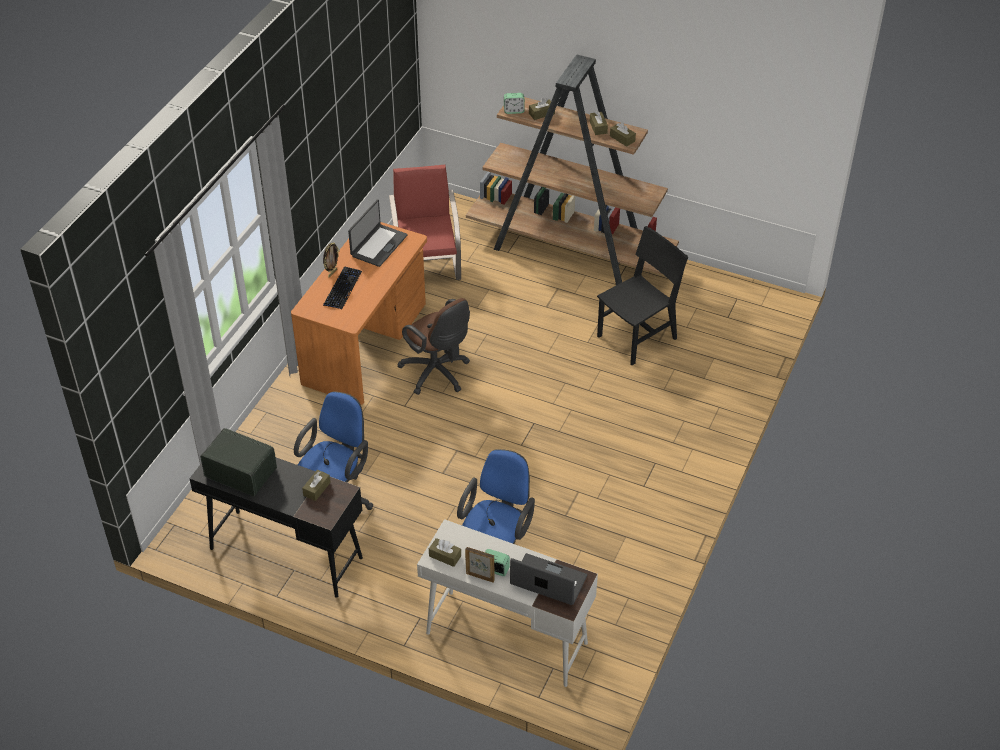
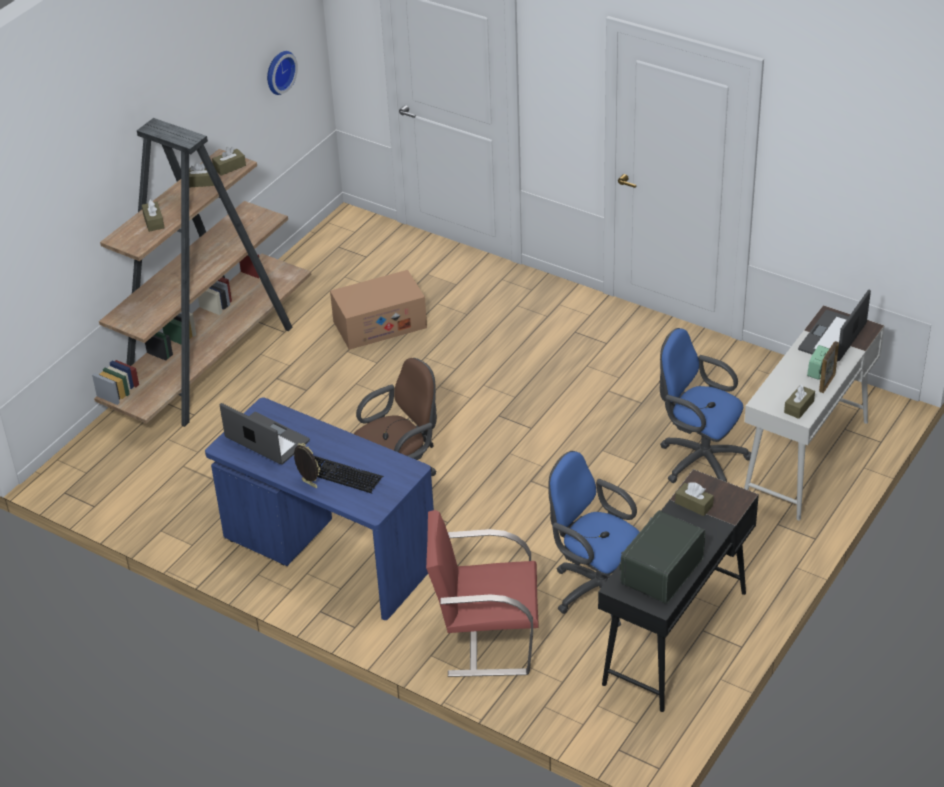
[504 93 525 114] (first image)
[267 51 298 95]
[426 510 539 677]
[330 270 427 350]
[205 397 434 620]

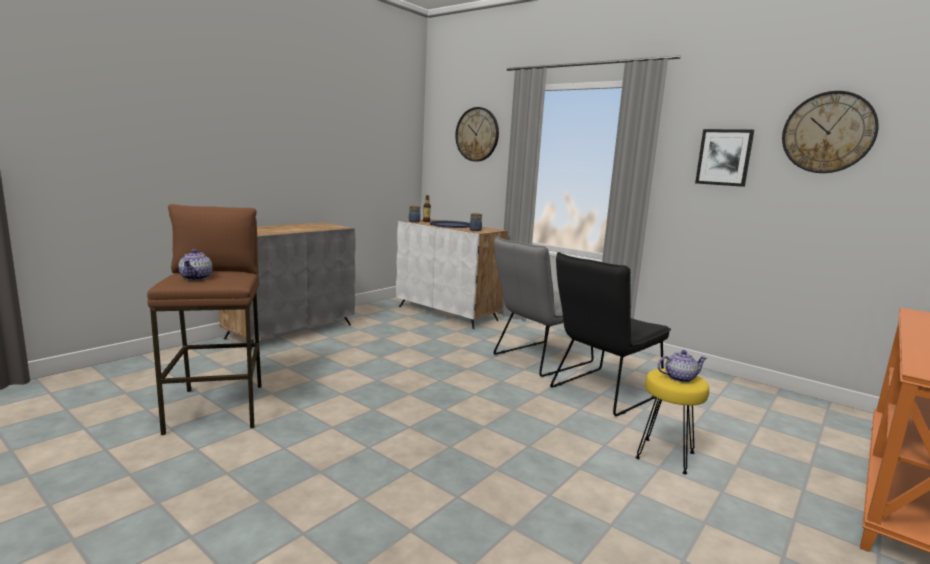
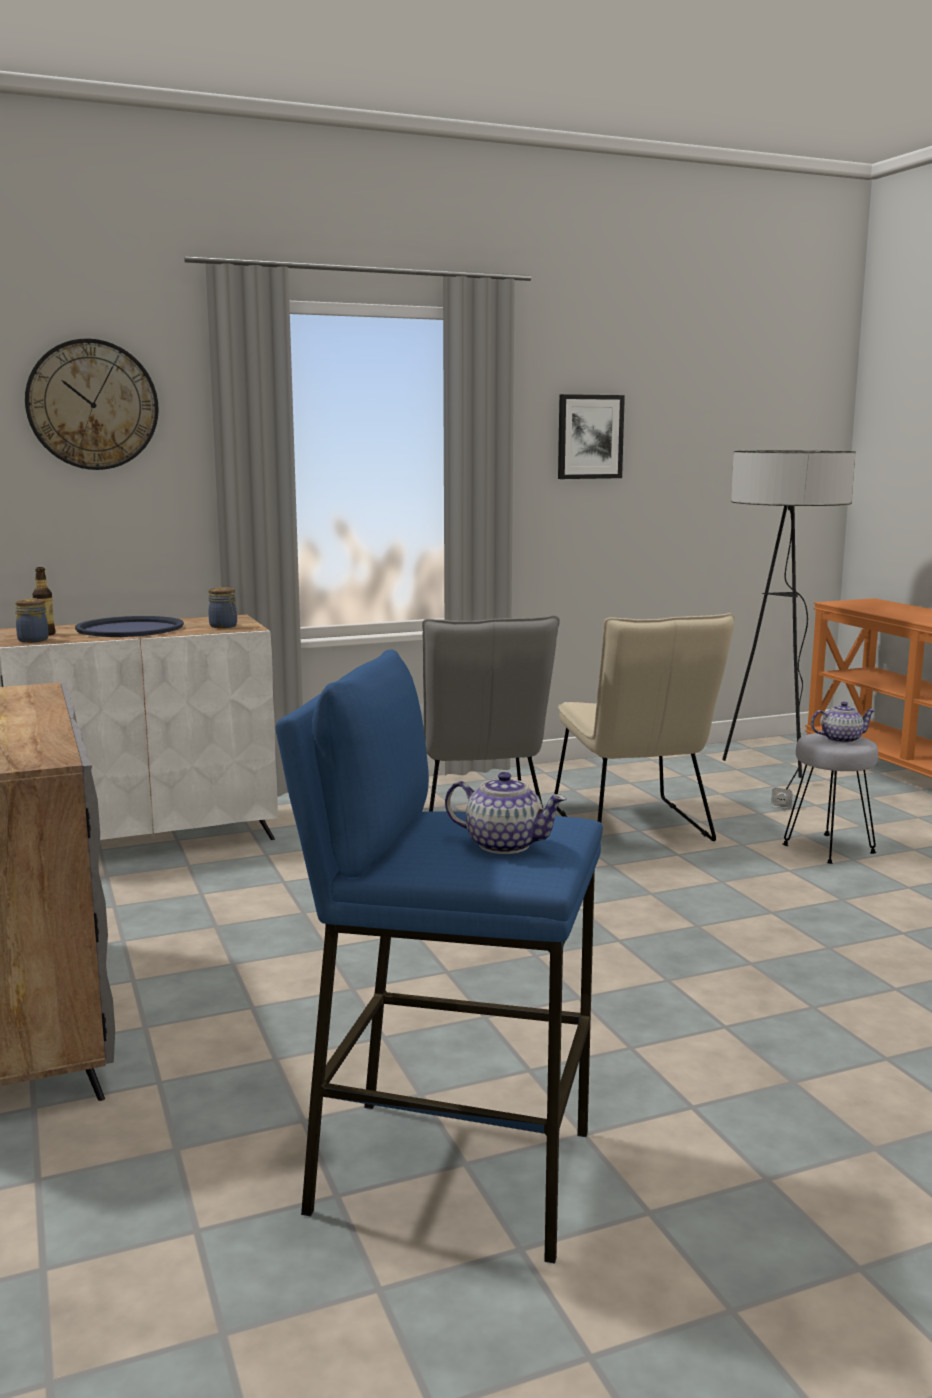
[782 91 879 173] (first image)
[722 450 856 808]
[276 650 603 1264]
[554 613 735 841]
[783 733 878 864]
[811 701 876 743]

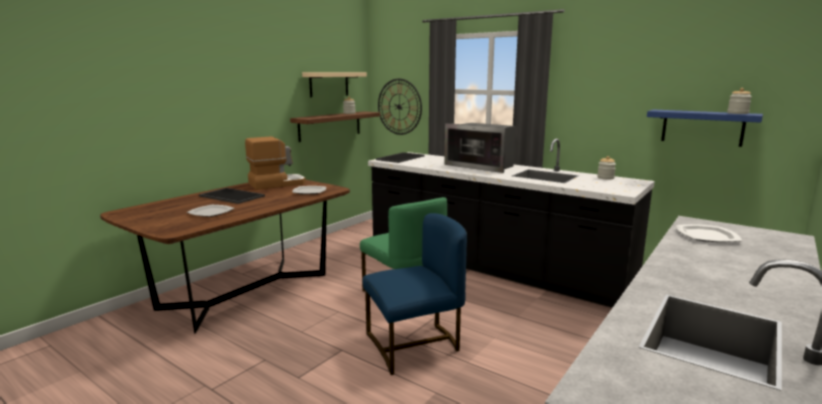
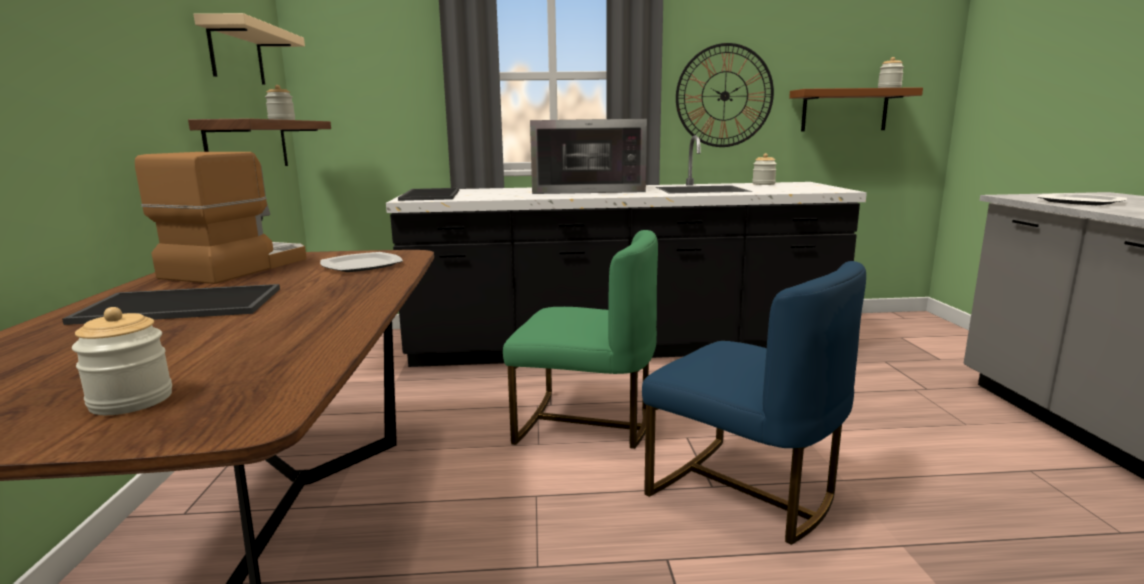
[187 205 234 217] (first image)
[72 307 172 415]
[676 43 774 147]
[789 87 923 131]
[642 261 866 545]

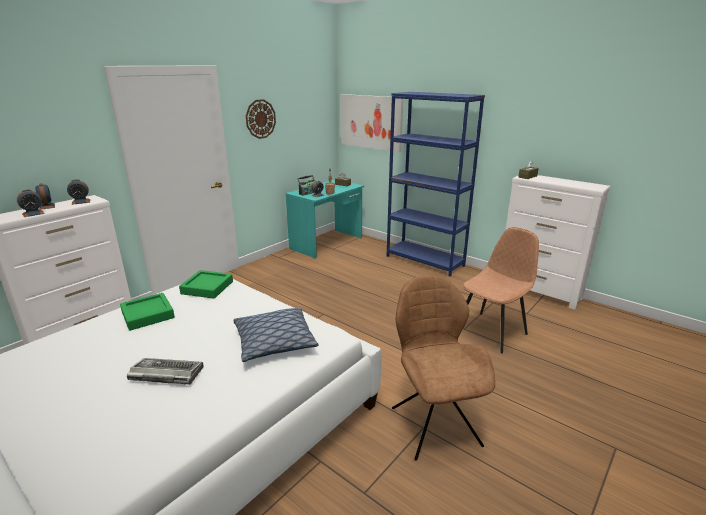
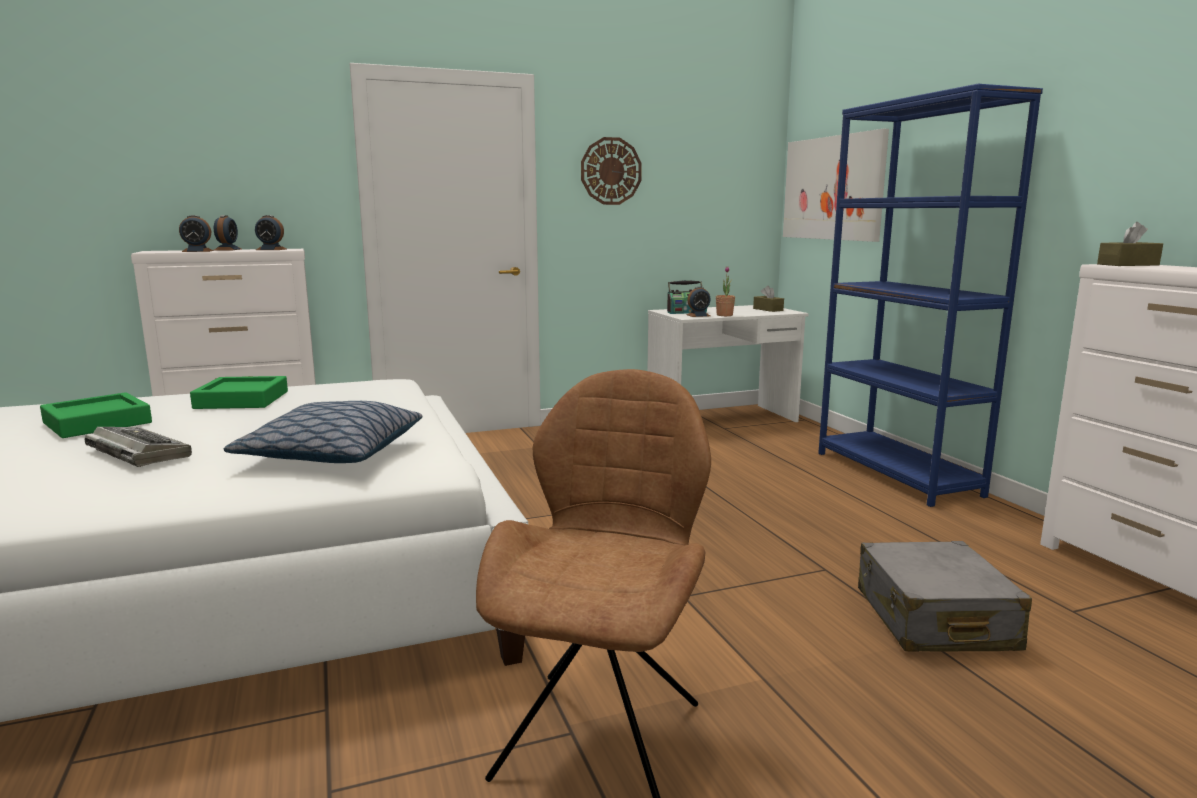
[40 392 152 438]
[858 541 1032 652]
[647 305 809 422]

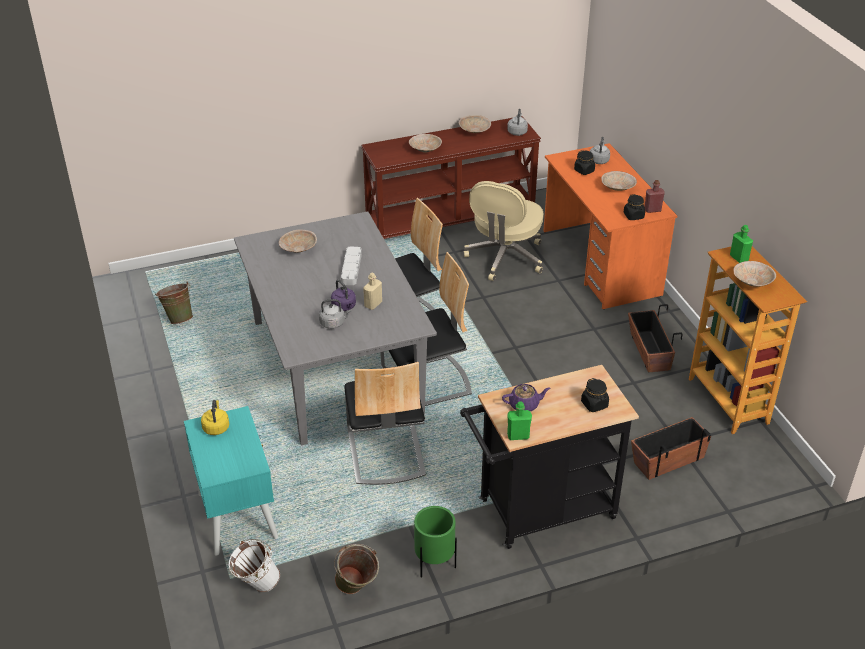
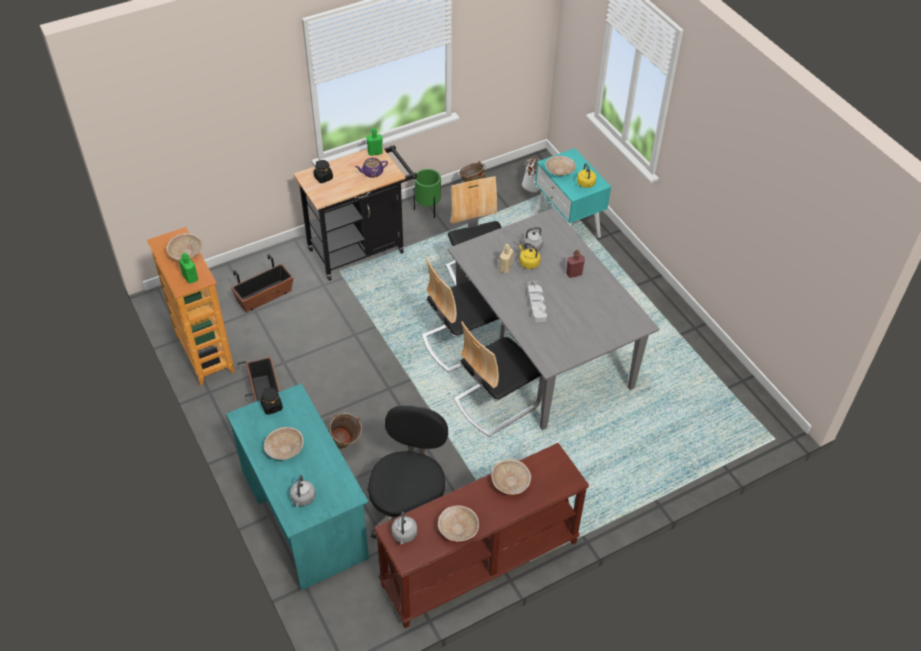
[574 150 595 175] (first image)
[327 412 362 449]
[545 156 576 176]
[566 250 585 278]
[519 243 540 269]
[367 405 448 539]
[226 384 369 590]

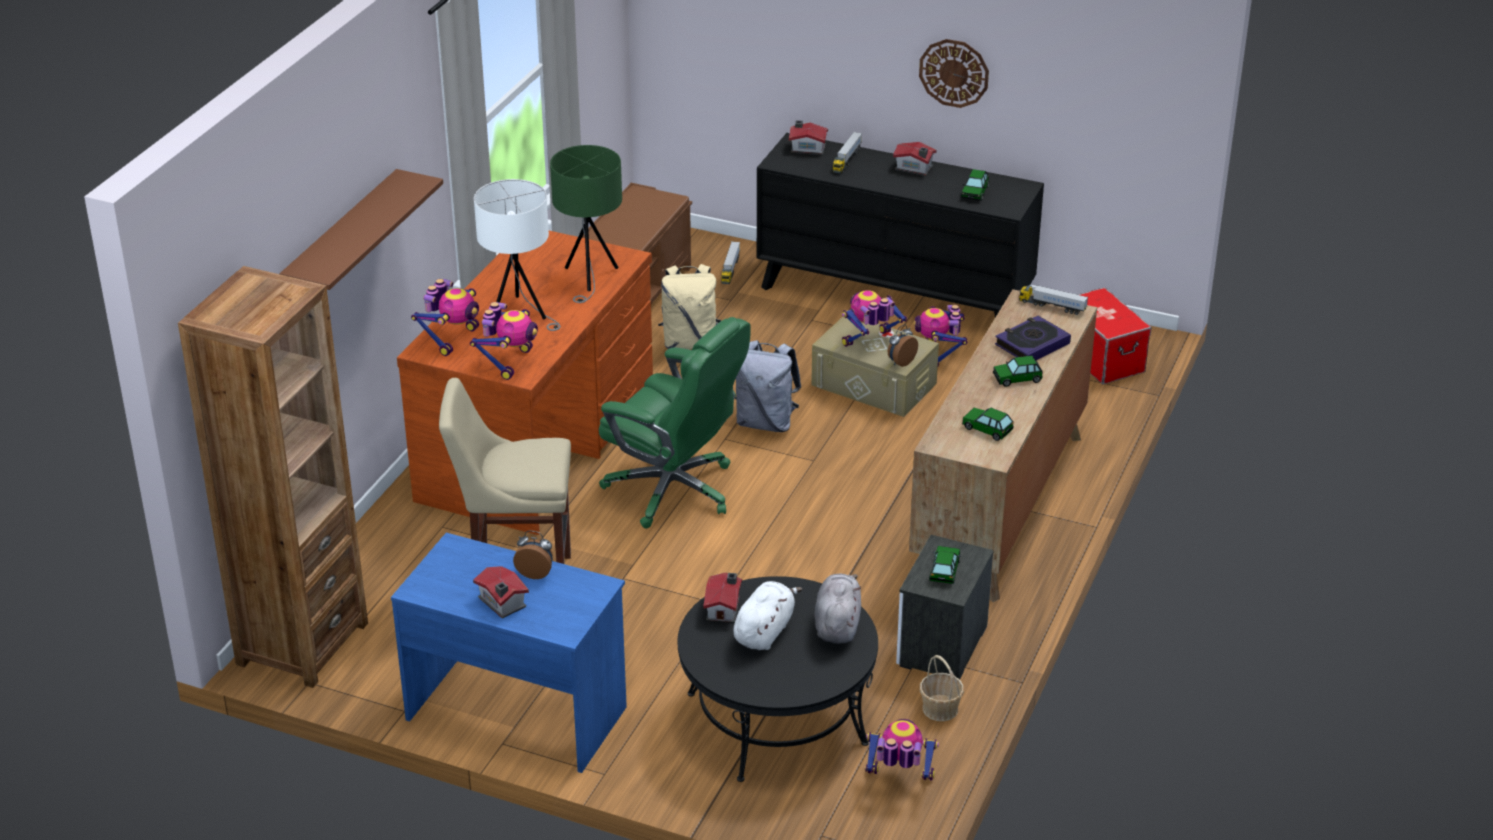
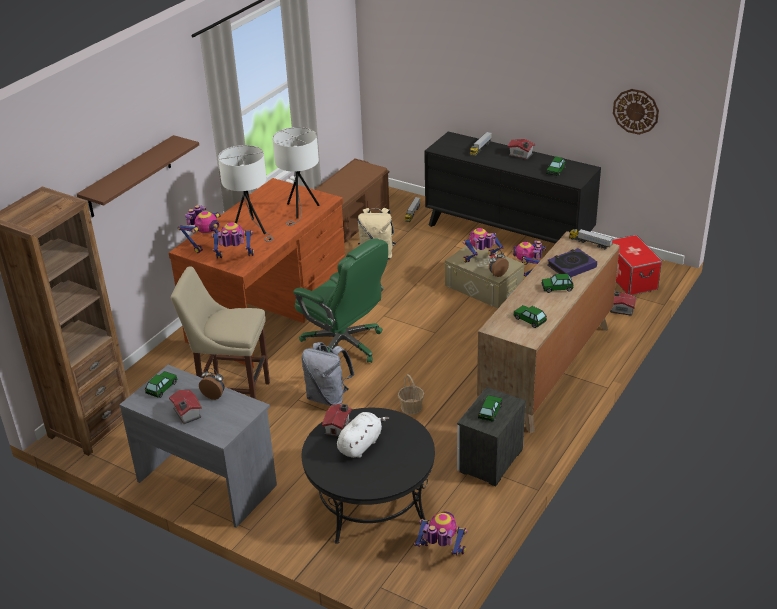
[815 574 861 644] (first image)
[145 371 178 398]
[302 342 355 406]
[610 291 637 316]
[613 89 659 135]
[398 374 425 415]
[119 365 277 528]
[273 127 319 226]
[212 222 254 258]

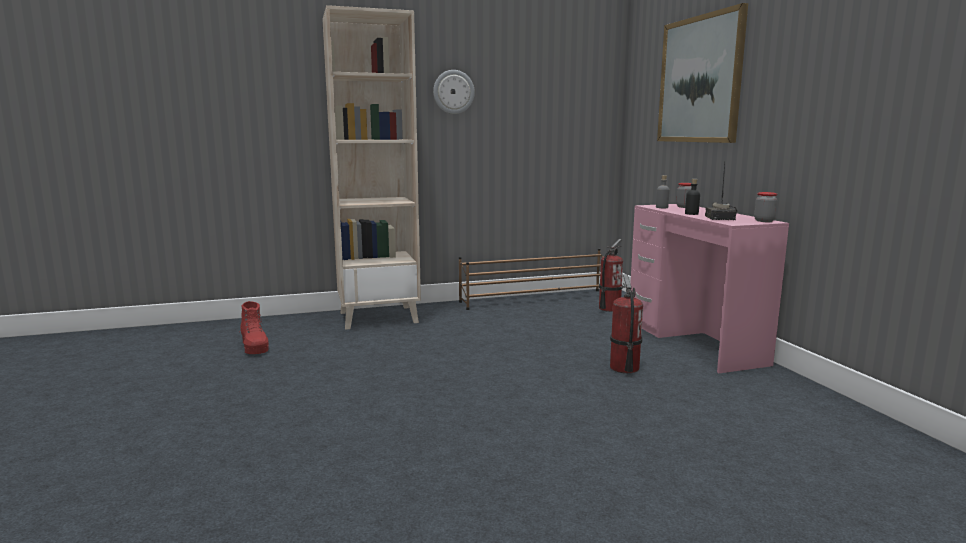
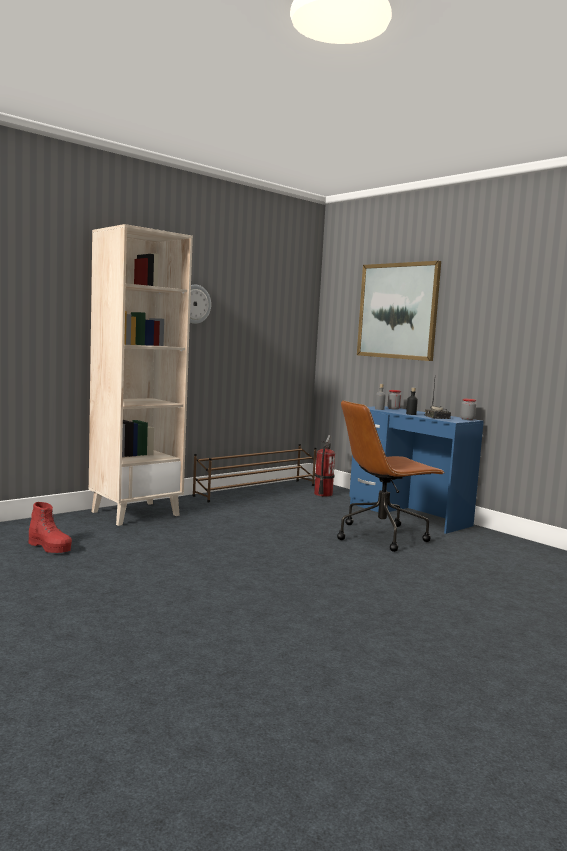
[337 400 445 552]
[349 406 484 534]

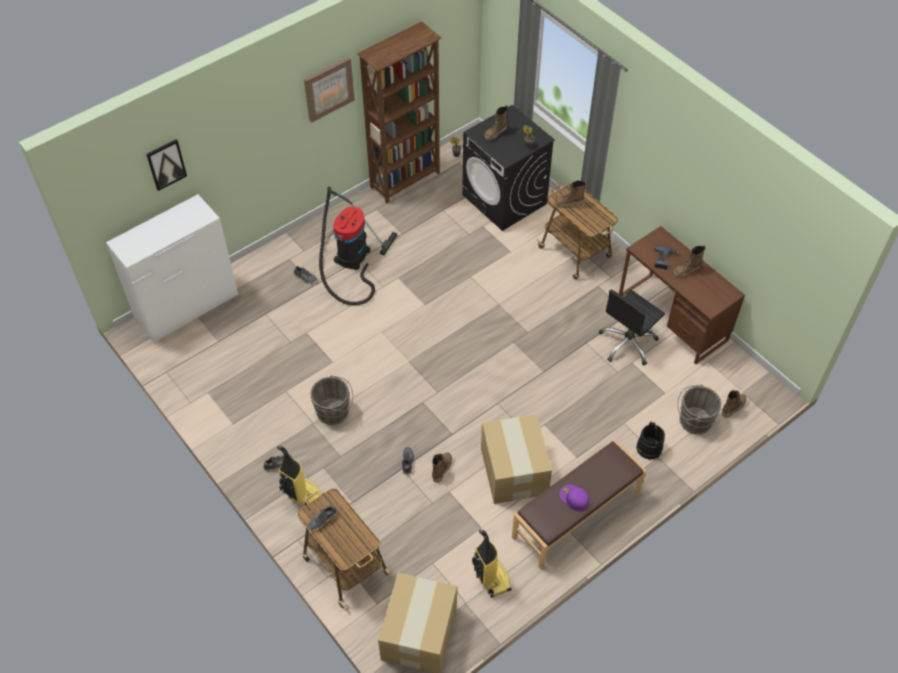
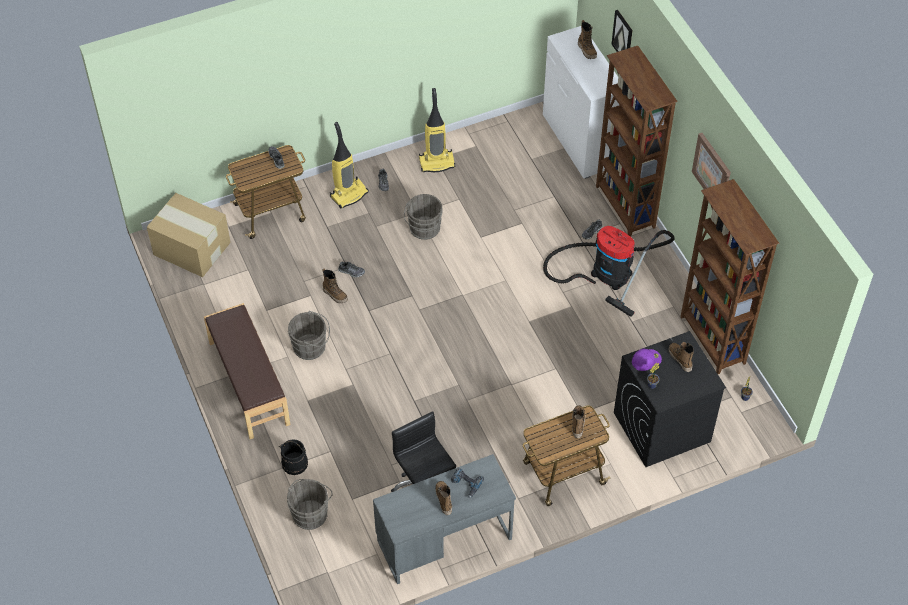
[596 46 678 237]
[419 88 456 172]
[632 349 662 371]
[578 20 597 59]
[288 311 330 360]
[373 454 516 584]

